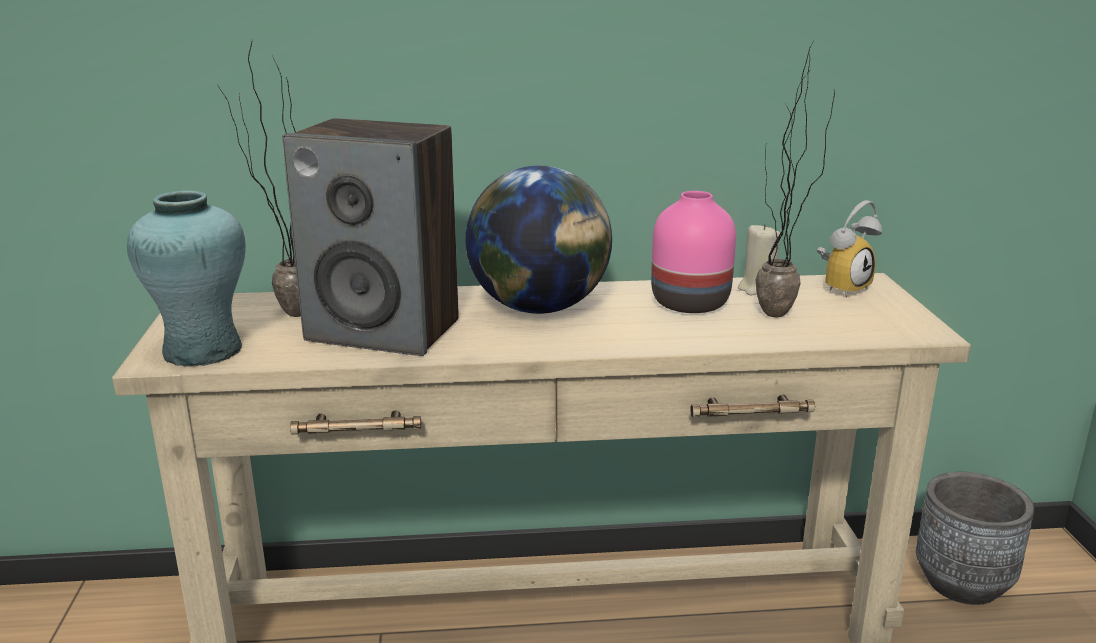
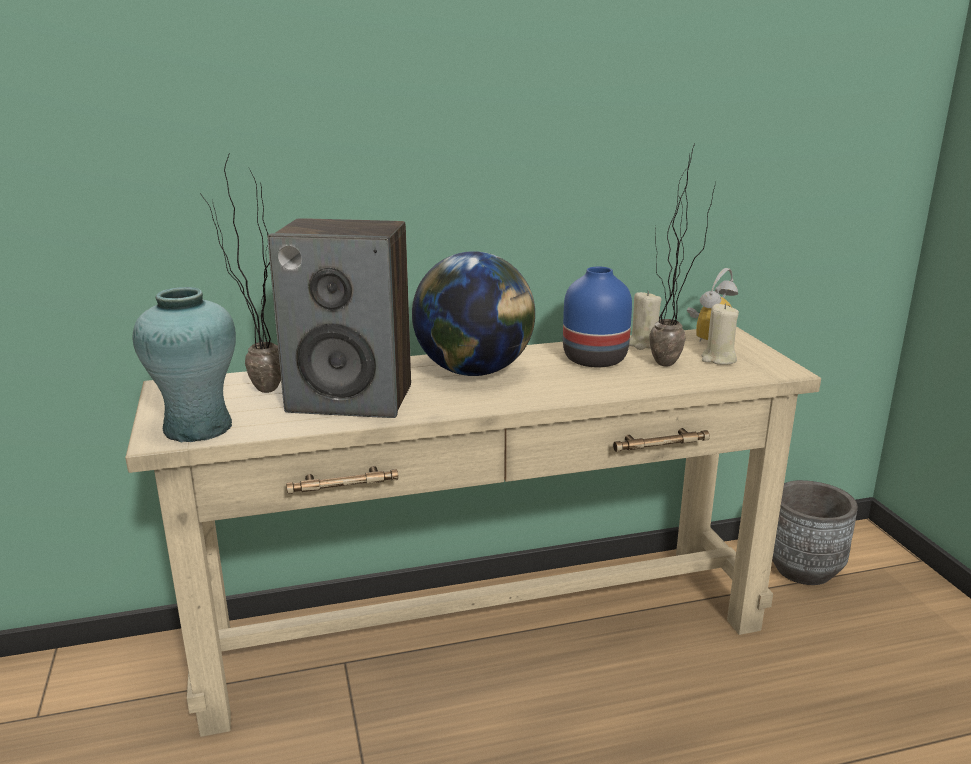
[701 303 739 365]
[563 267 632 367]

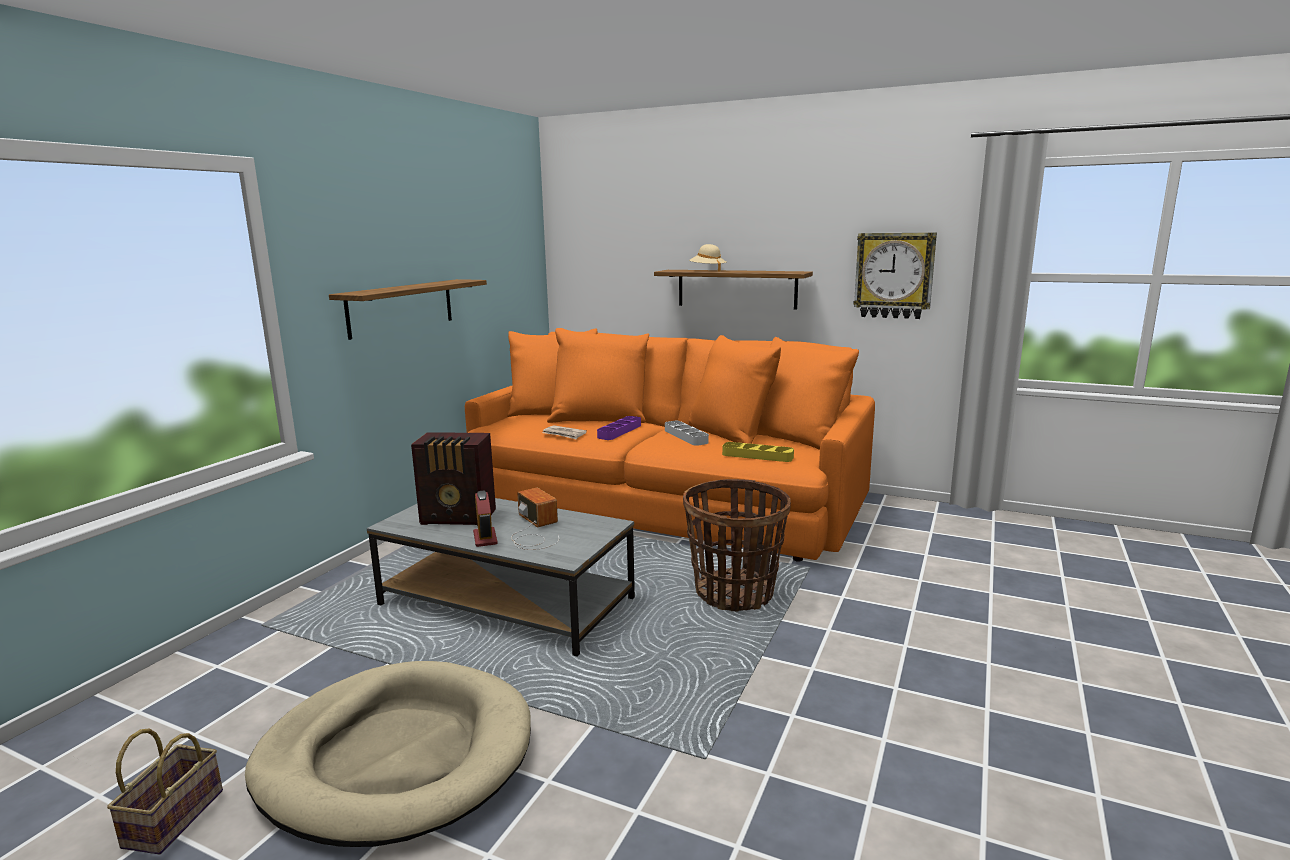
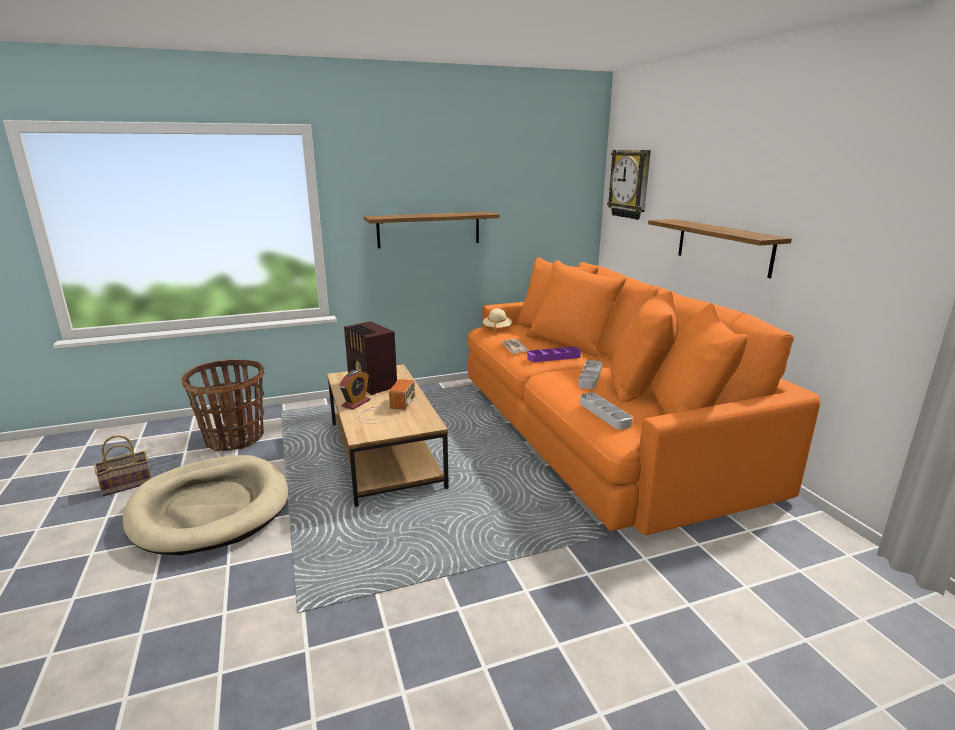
[181 360 264 452]
[483 309 512 334]
[607 150 651 220]
[327 364 449 507]
[580 392 633 430]

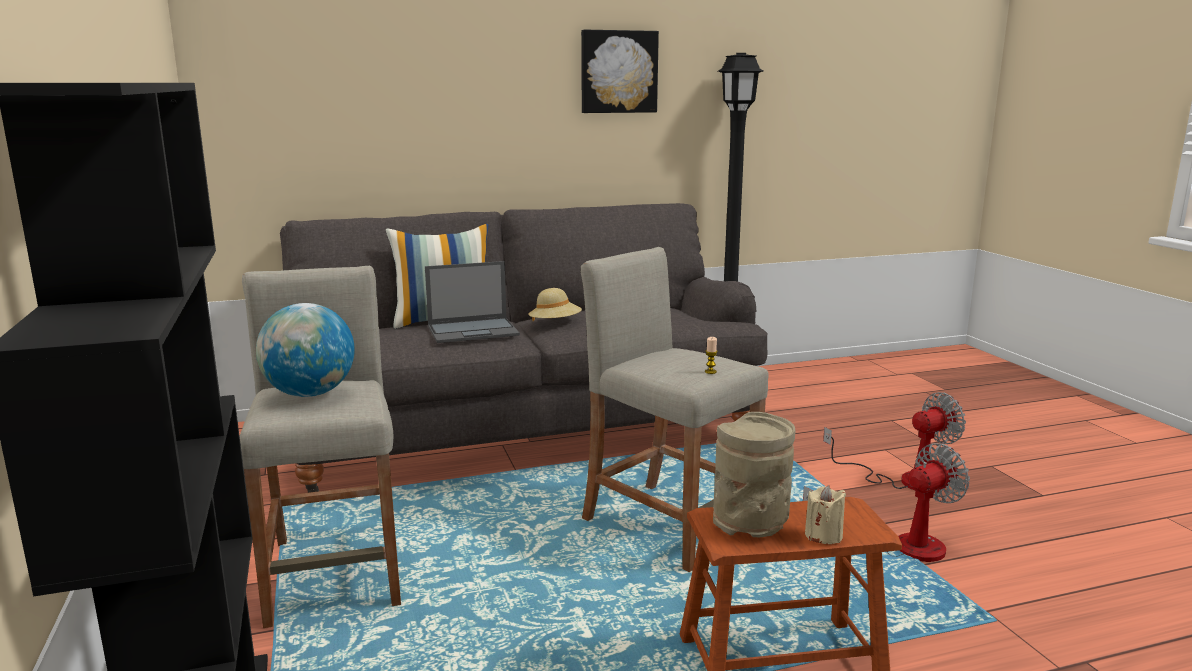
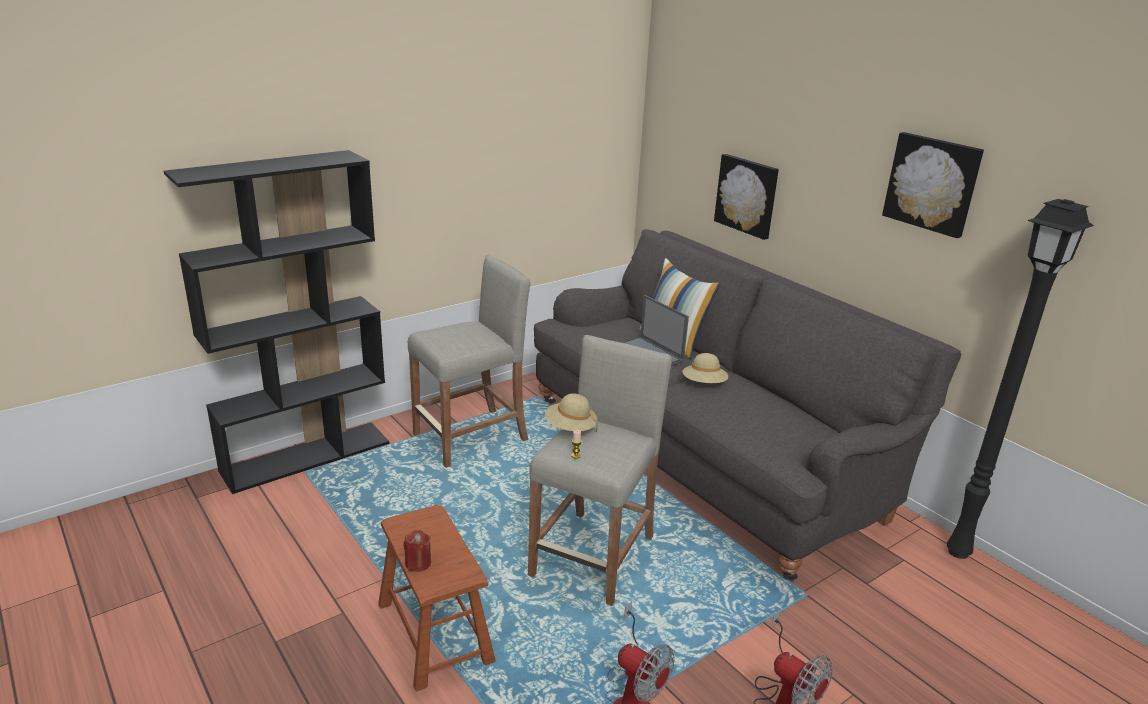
[256 303 355 397] (first image)
[713 412 795 537] (first image)
[545 393 597 432]
[714 154 779 240]
[403 530 431 572]

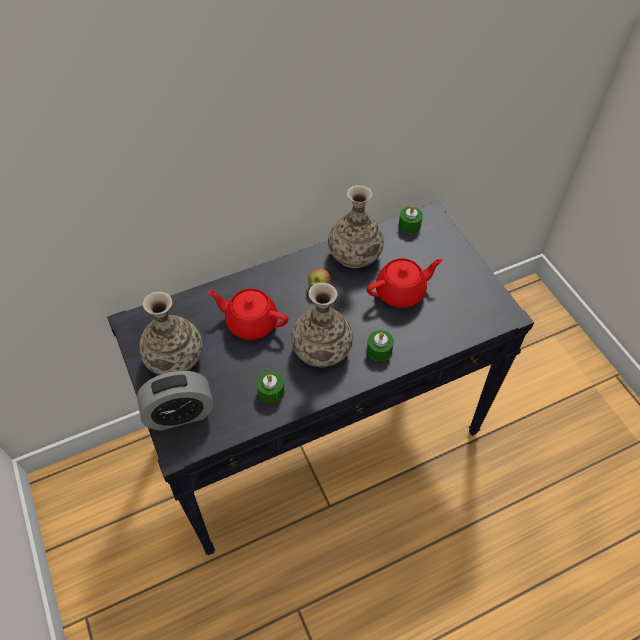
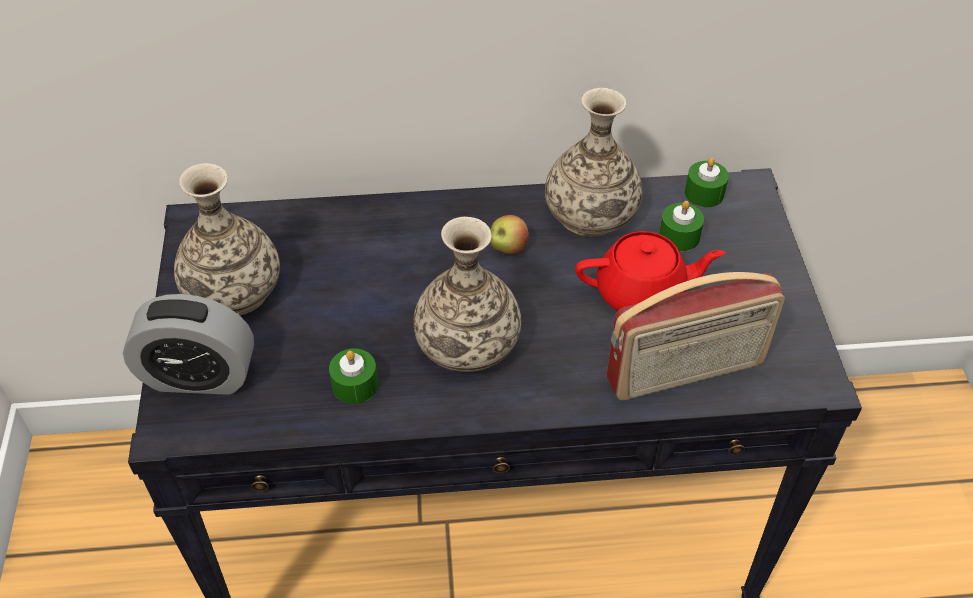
[208 288 288 340] (first image)
[606 272 785 401]
[659 201 704 251]

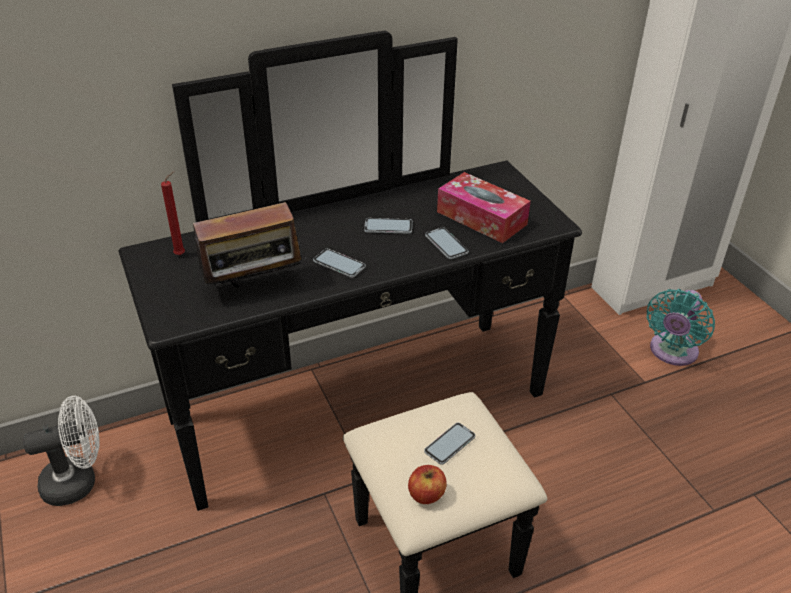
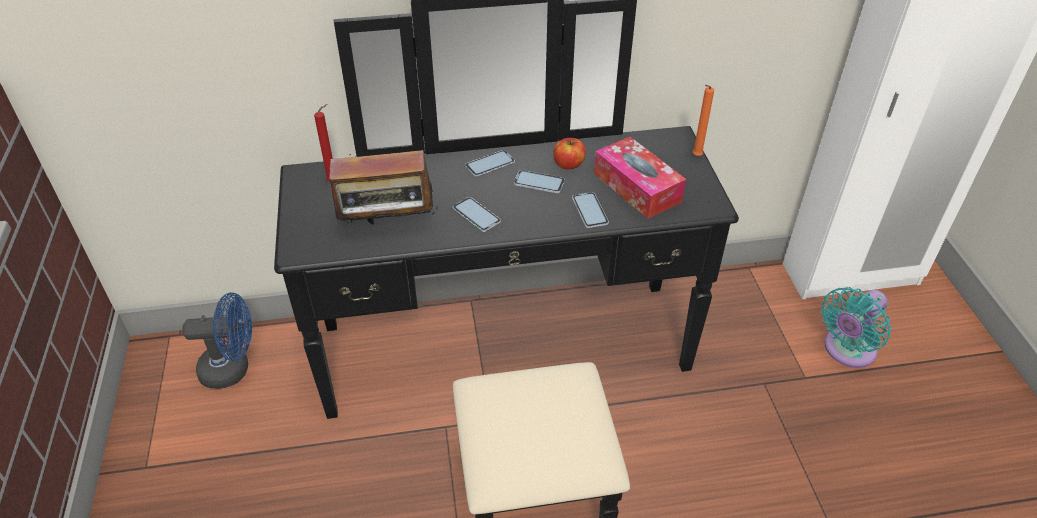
[693 85 714 156]
[553 138 586 169]
[465 150 515 177]
[182 292 252 389]

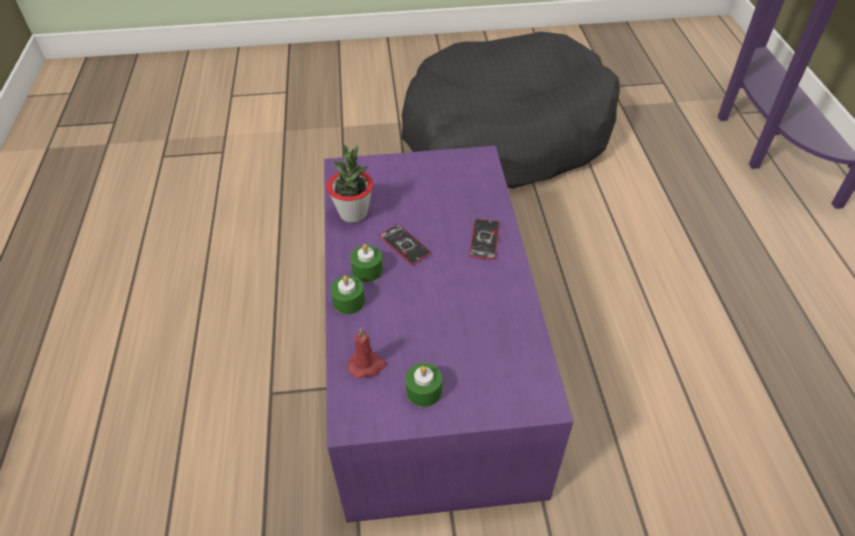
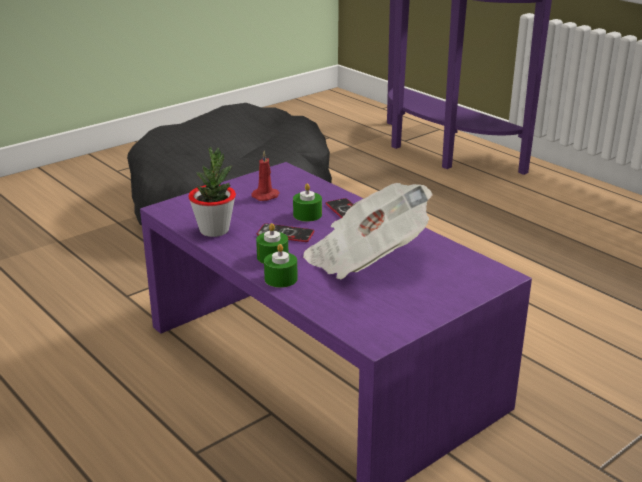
[303 183 433 279]
[252 151 279 201]
[293 183 322 222]

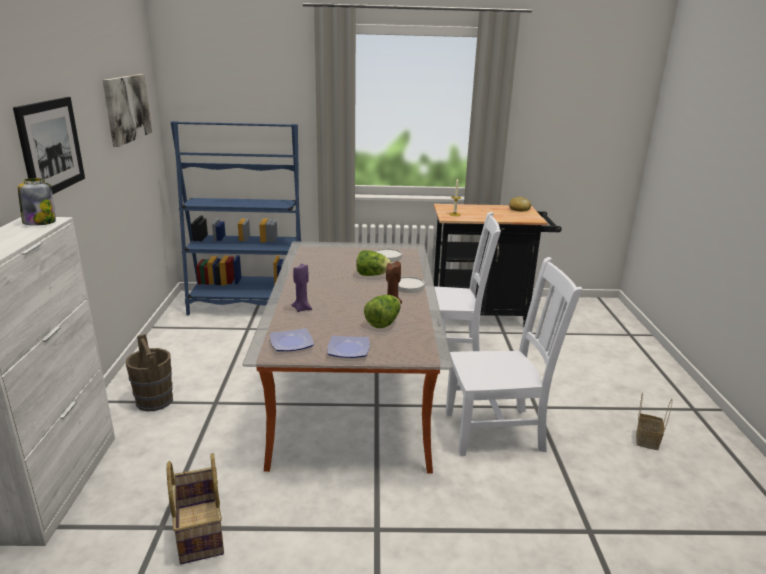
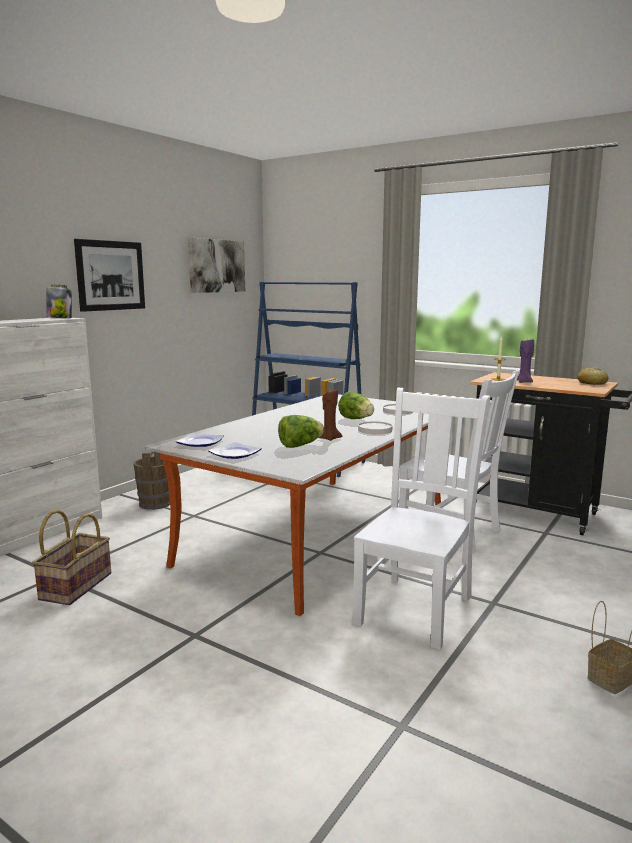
[517 339 534 383]
[352 388 491 650]

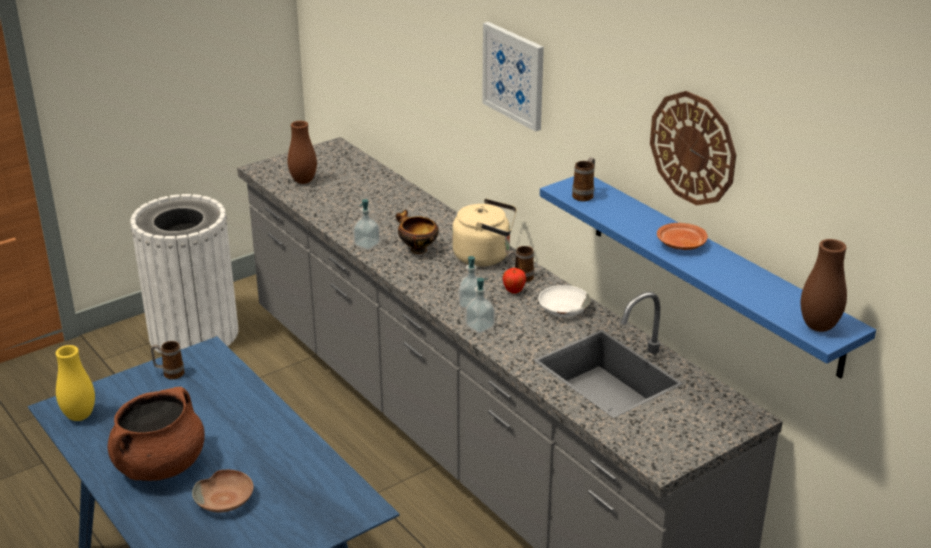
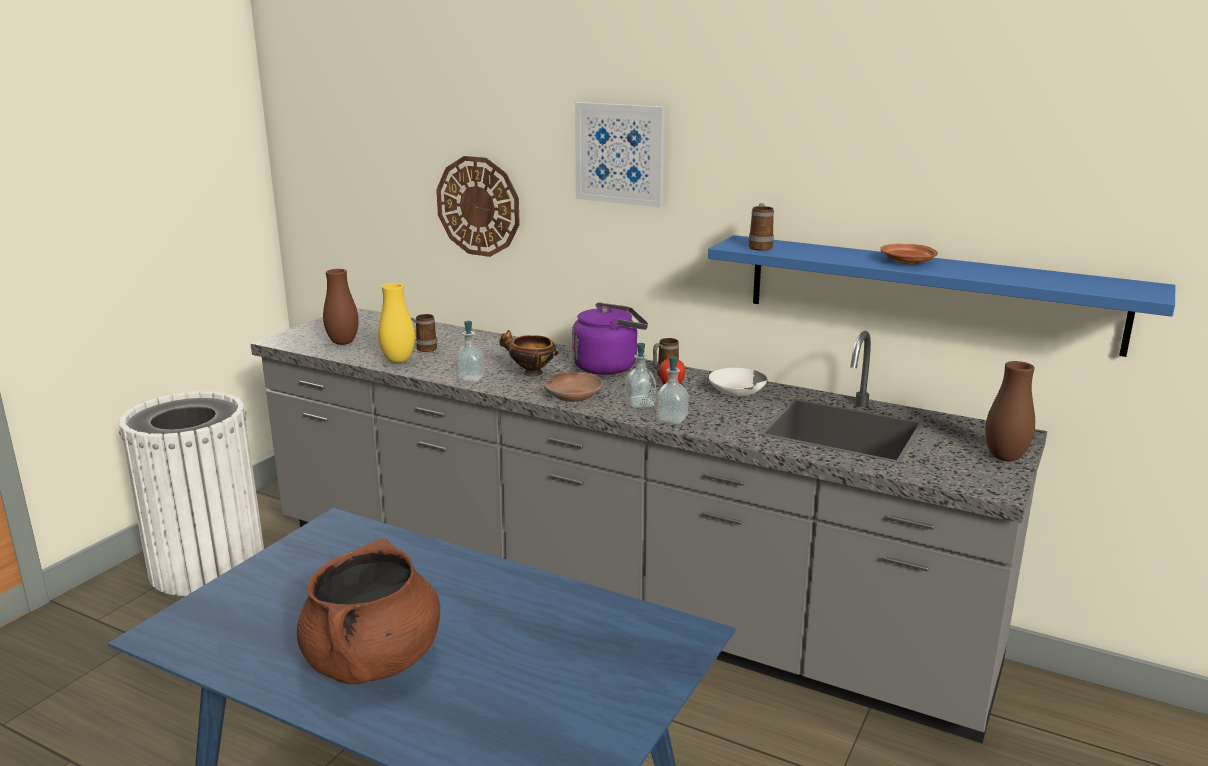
[378 283 415 363]
[411 314 437 352]
[543 372 603 402]
[436 156 520 257]
[985 361 1035 461]
[572 302 648 375]

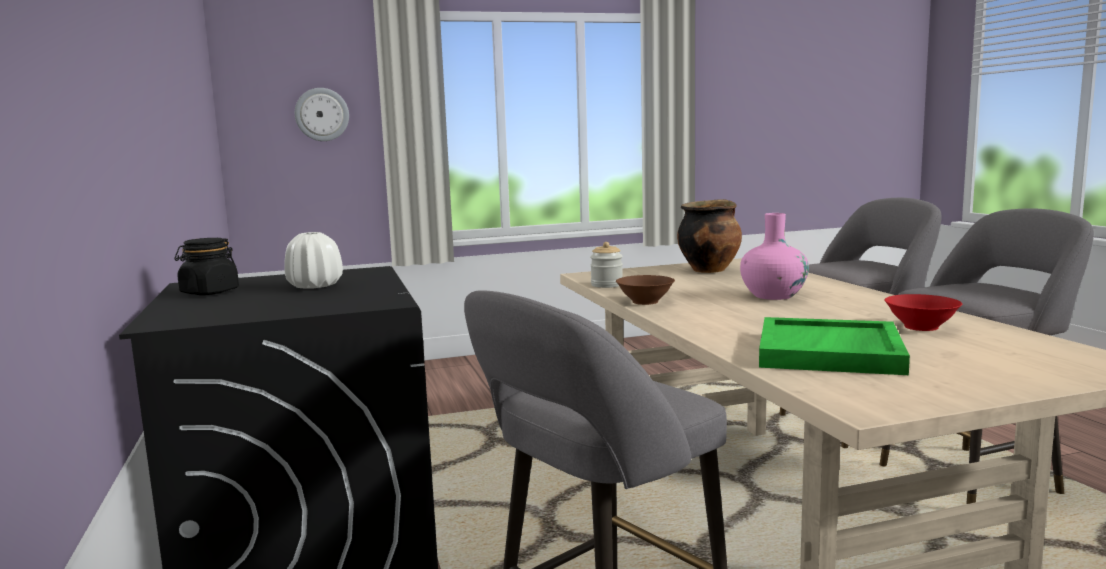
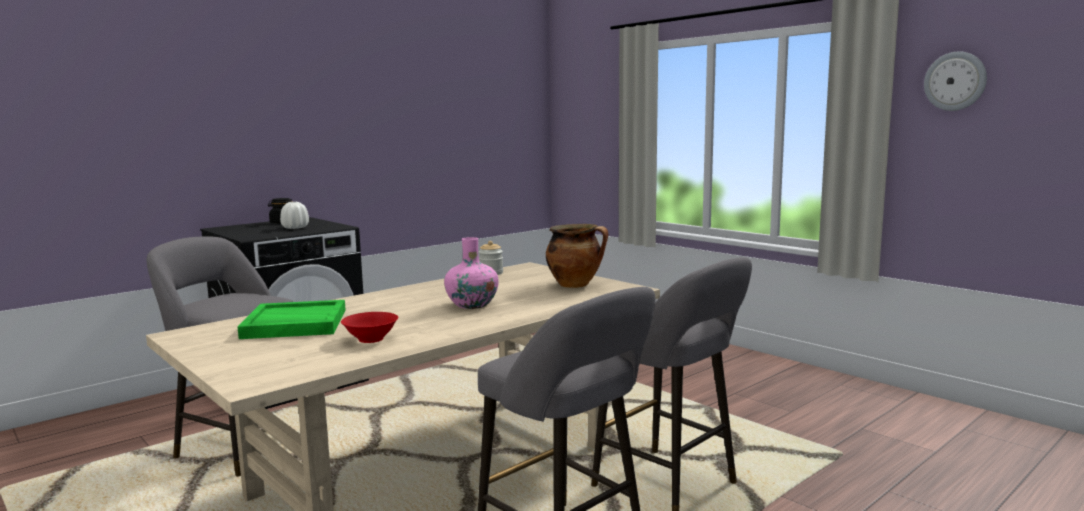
[616 275 675 305] (first image)
[924 51 987 111]

